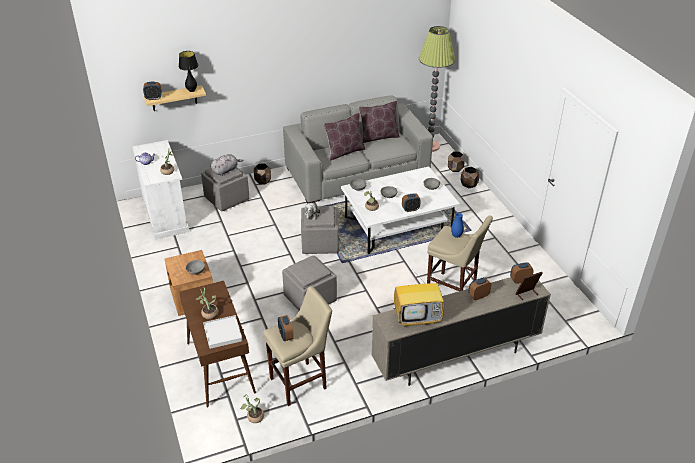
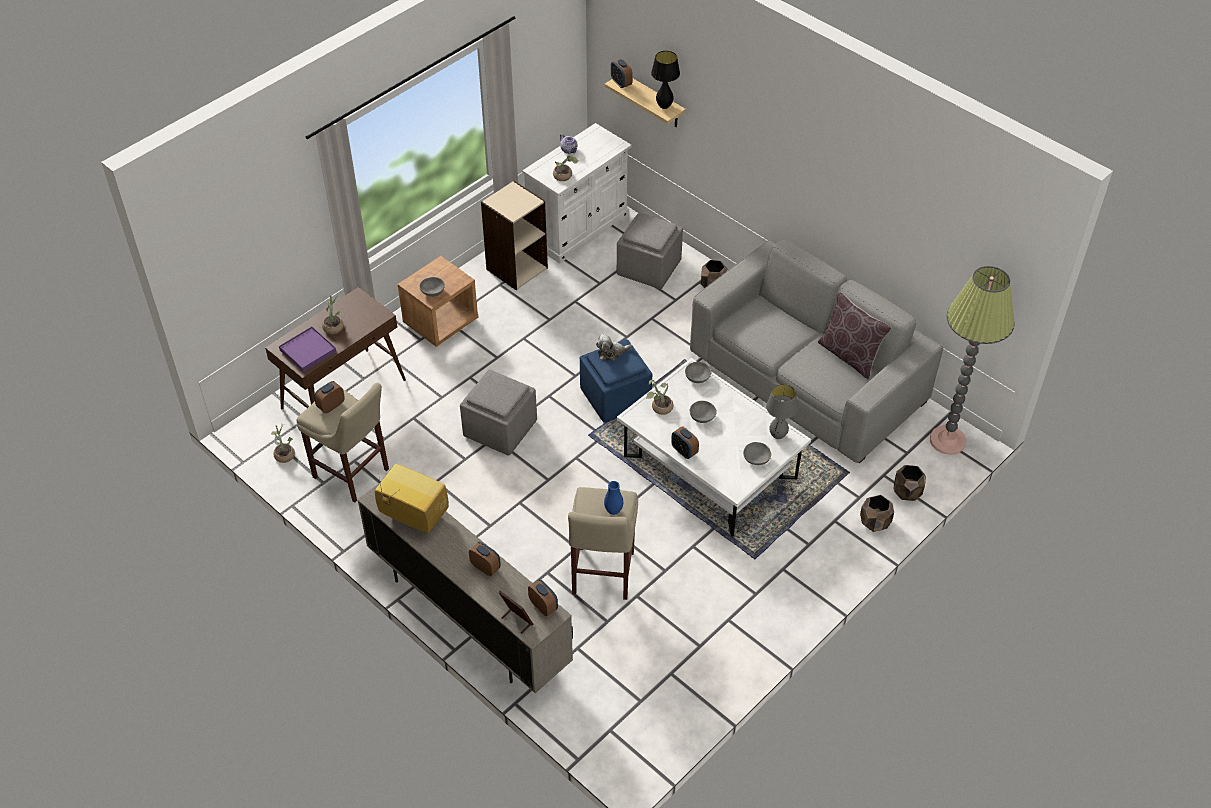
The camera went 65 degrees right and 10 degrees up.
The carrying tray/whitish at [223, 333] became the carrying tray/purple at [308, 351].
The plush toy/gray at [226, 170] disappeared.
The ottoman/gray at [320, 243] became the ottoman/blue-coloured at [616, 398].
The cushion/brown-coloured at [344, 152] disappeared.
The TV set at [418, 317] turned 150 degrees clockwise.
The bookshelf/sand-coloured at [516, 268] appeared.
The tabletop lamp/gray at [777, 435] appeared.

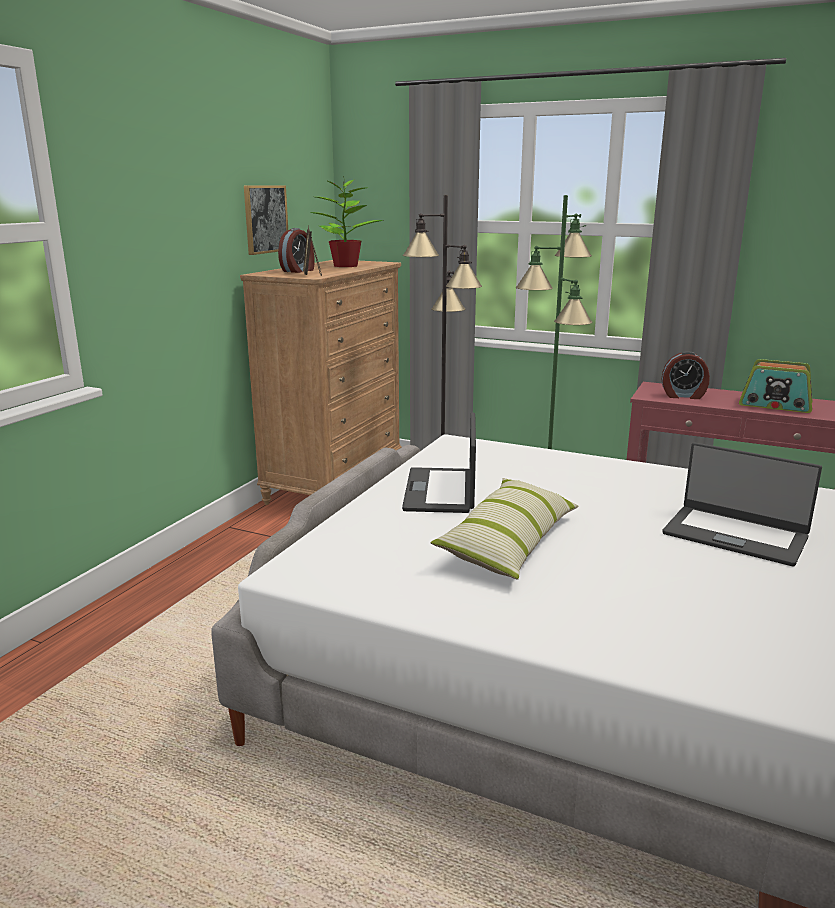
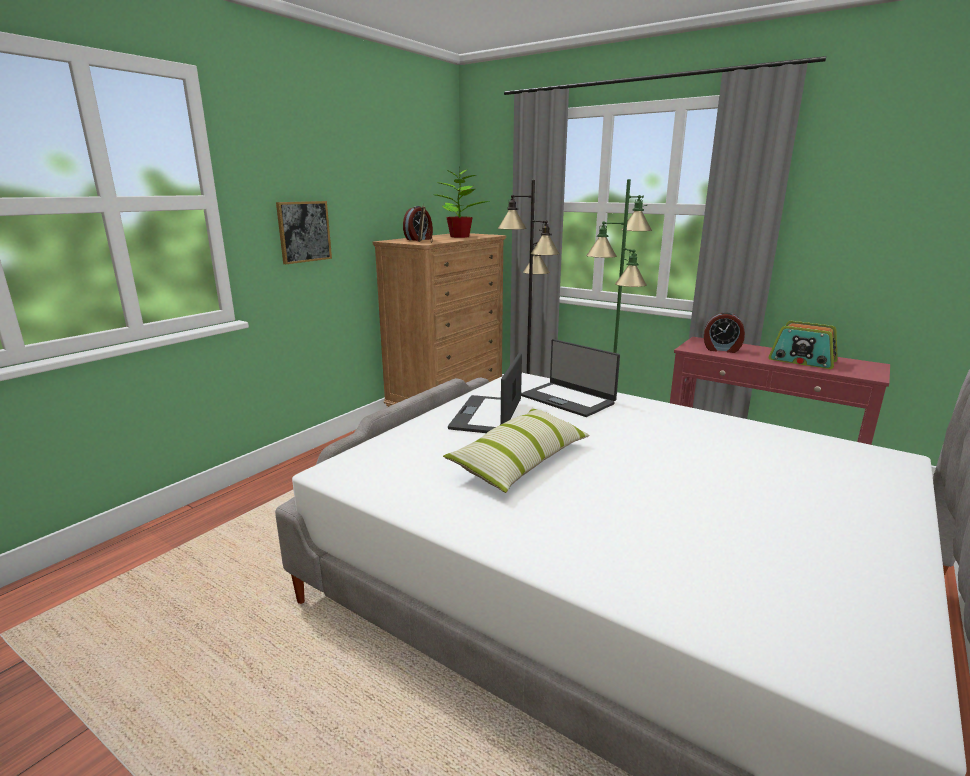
The camera went 10 degrees right and 0 degrees up.
The wall picture moved from [265, 219] to [304, 231].
The portable computer moved from [735, 535] to [568, 399].

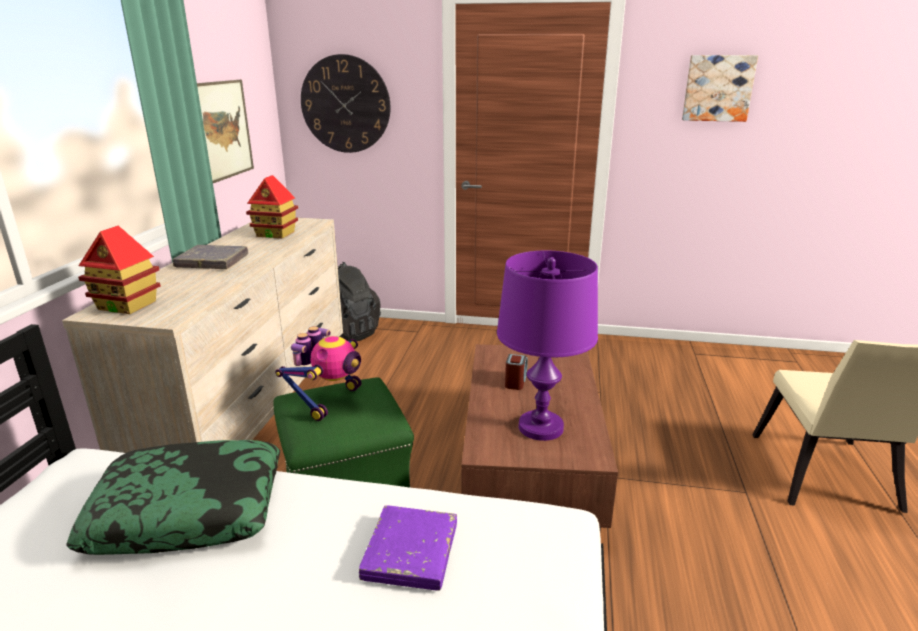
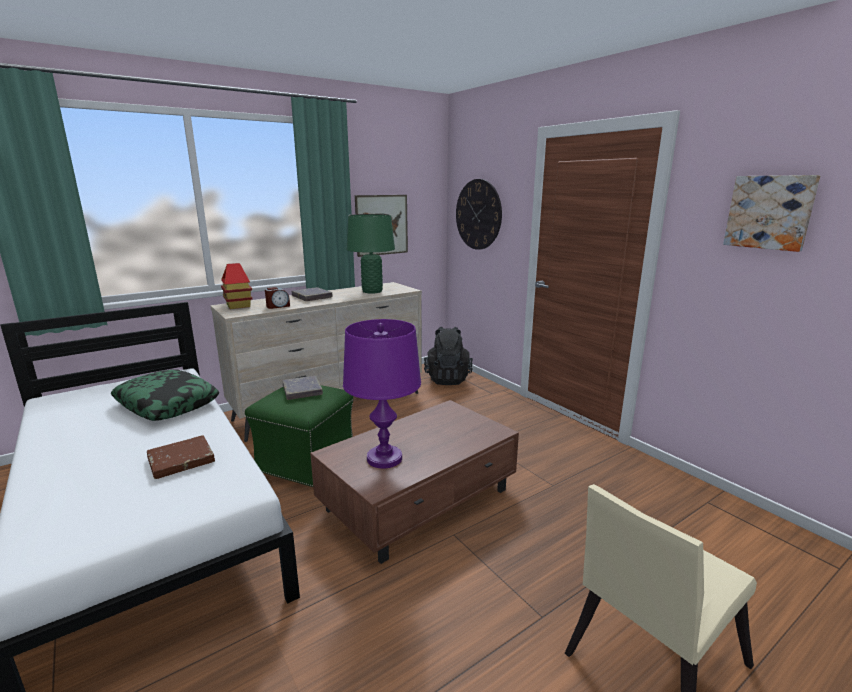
The camera went 45 degrees right and 5 degrees down.
The toy house at [276, 234] was replaced by the tabletop lamp/greenish at [372, 291].
The model robot at [329, 400] was replaced by the volume/gray at [302, 390].
The volume/purple at [410, 552] became the volume/brown-coloured at [181, 460].
The bedside clock moved from [515, 381] to [278, 306].

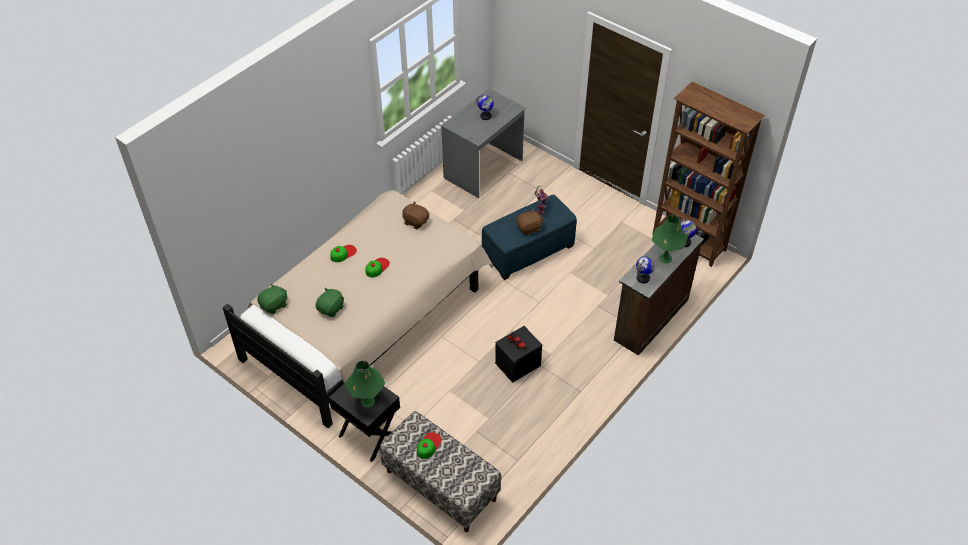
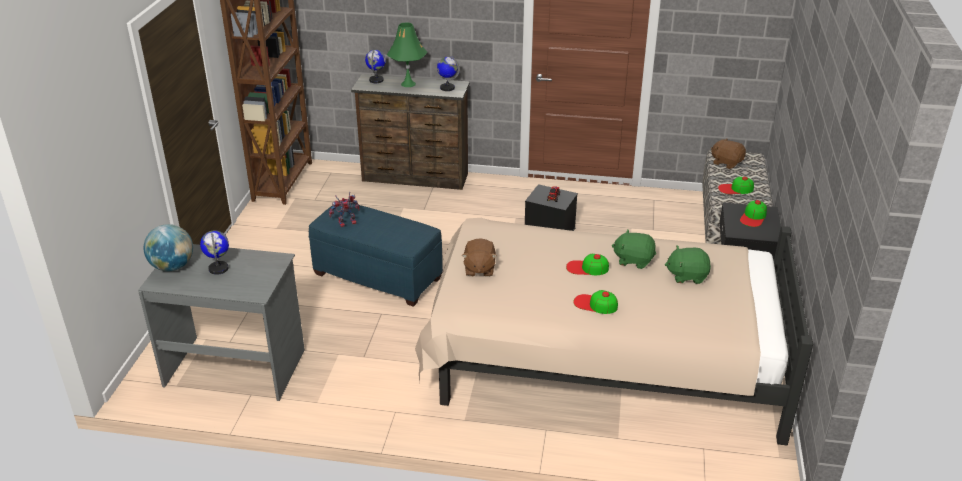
The camera went 120 degrees left and 15 degrees down.
The plush toy/greenish moved from [274, 305] to [633, 260].
The tabletop lamp/greenish at [367, 401] was replaced by the cap at [753, 217].
The plush toy/brown-coloured moved from [529, 228] to [726, 163].
The desk globe at [172, 267] appeared.

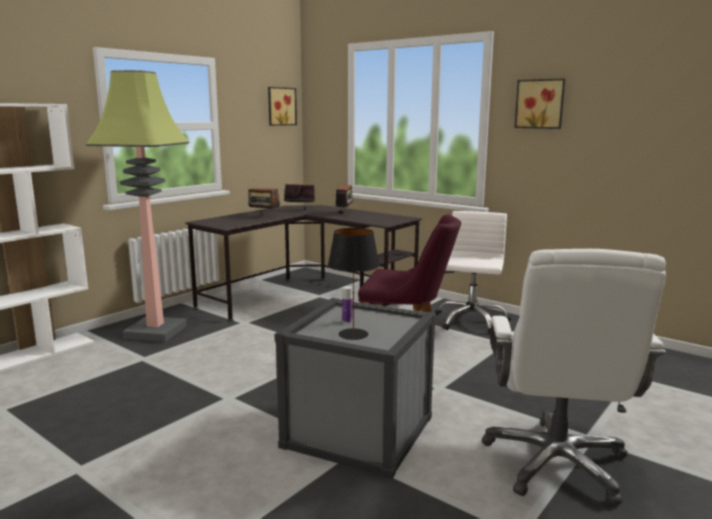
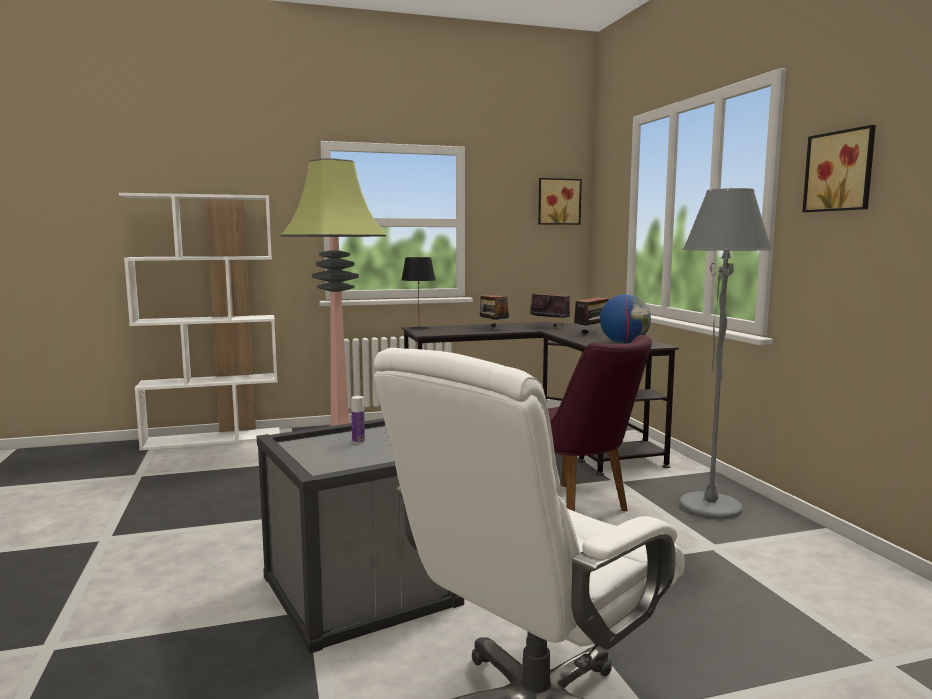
The camera went 35 degrees right and 5 degrees down.
The tabletop lamp/black-coloured moved from [352, 334] to [418, 328].
The computer chair/whitish at [471, 321] was replaced by the standing lamp/gray at [711, 507].
The desk globe at [624, 343] appeared.

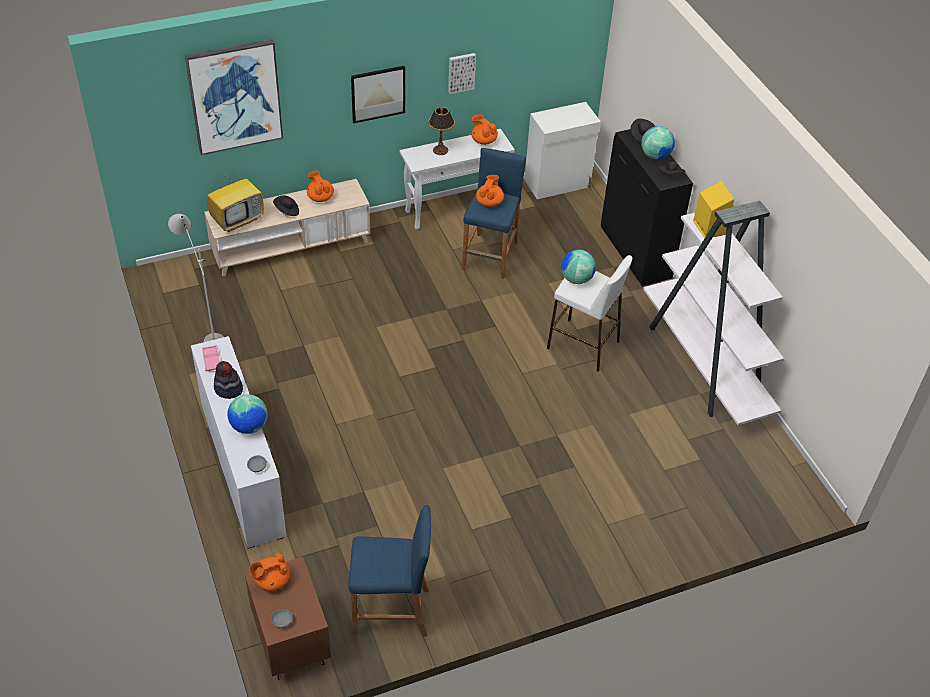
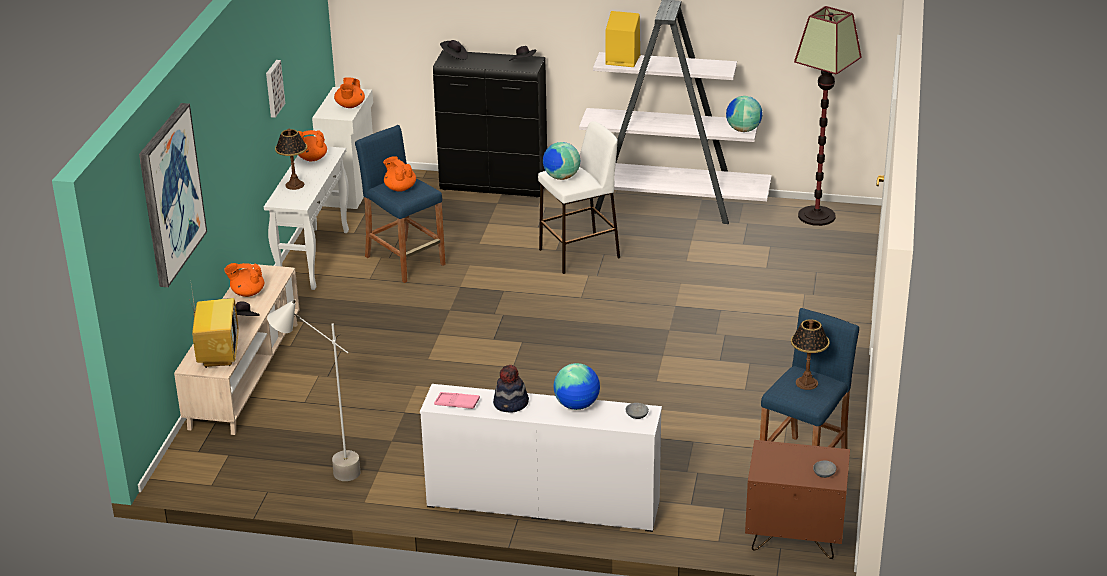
The camera went 55 degrees left and 15 degrees down.
The teapot/orange moved from [271, 580] to [350, 106].
The wall picture at [378, 93] disappeared.
The desk globe moved from [655, 155] to [743, 130].
The tabletop lamp at [806, 383] appeared.
The standing lamp at [816, 216] appeared.

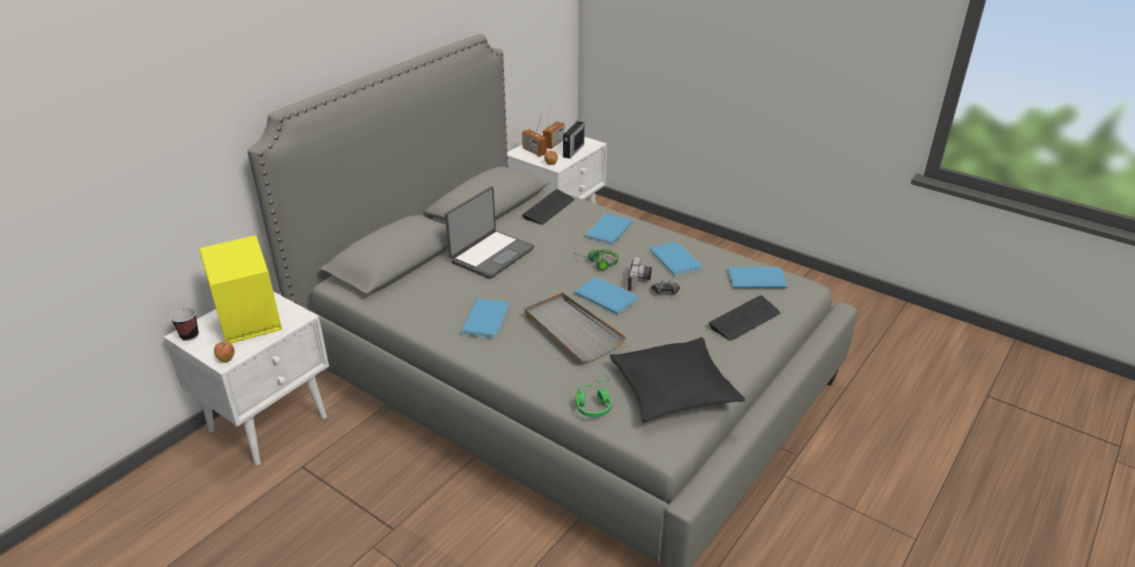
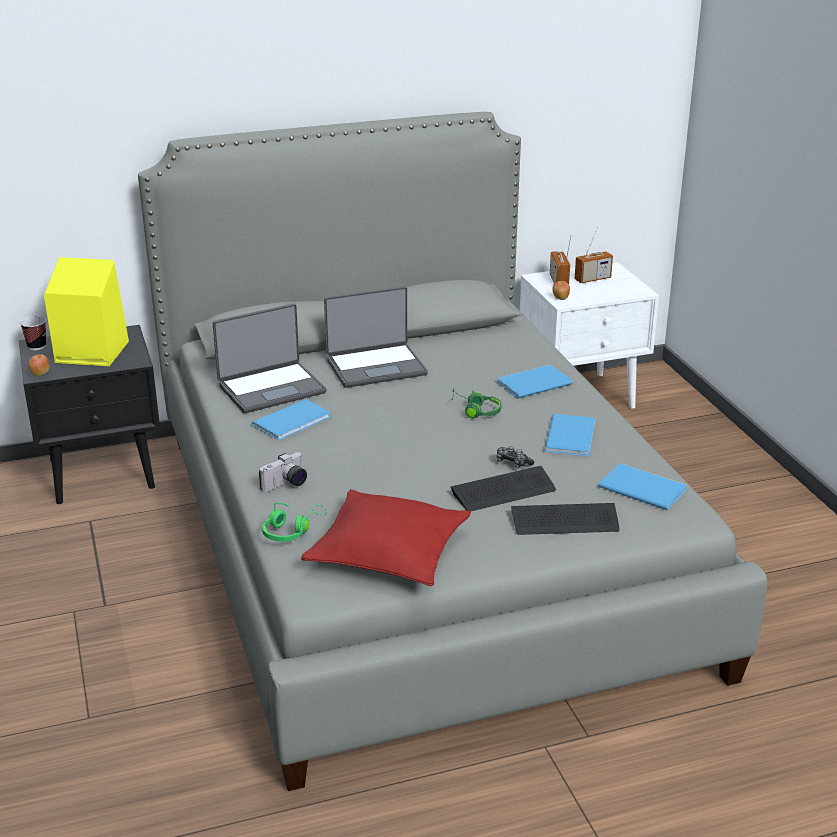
The camera went 35 degrees right and 5 degrees down.
The bedside table/whitish at [270, 422] became the bedside table/black-coloured at [104, 474].
The PC keyboard moved from [549, 208] to [503, 491].
The carrying tray/gray at [572, 330] disappeared.
The radio receiver at [573, 151] disappeared.
The volume/blue-coloured at [606, 295] disappeared.
The cushion/black-coloured at [673, 389] became the cushion/red at [388, 552].
The photo camera moved from [639, 281] to [286, 484].
The portable computer at [271, 388] appeared.

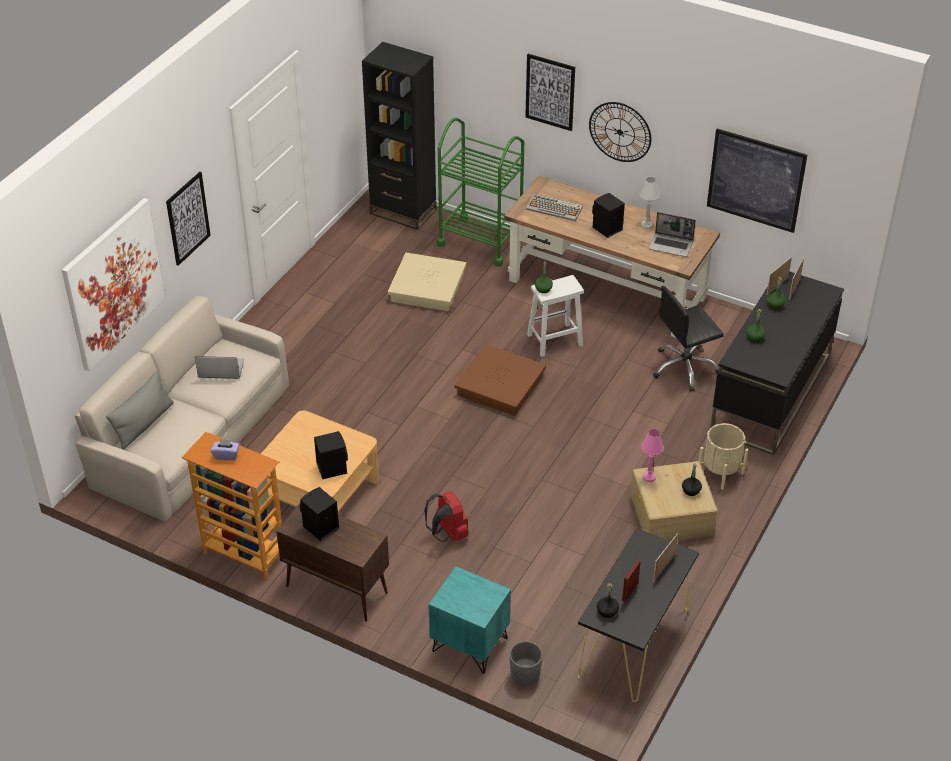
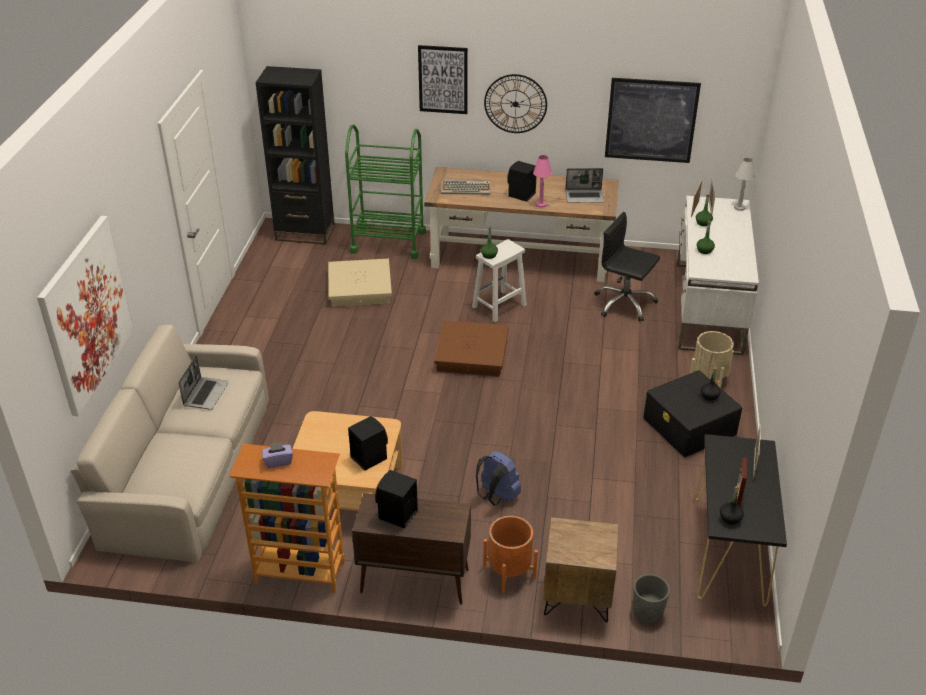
The camera went 20 degrees left and 5 degrees down.
The cushion/gray at [144, 424] disappeared.
The wall picture at [188, 218] disappeared.
The portable computer at [220, 370] turned 120 degrees clockwise.
The knapsack/red at [448, 534] became the knapsack/blue-coloured at [496, 496].
The bedside table/turquoise-coloured at [469, 645] became the bedside table/brown-coloured at [577, 597].
The storage container/sand-coloured at [671, 515] became the storage container/black-coloured at [690, 426].
The tabletop lamp/whitish moved from [646, 225] to [739, 207].
The tabletop lamp/pinkish moved from [649, 477] to [540, 204].
The computer chair/black-coloured at [684, 368] turned 75 degrees clockwise.
The desk unit/black-coloured at [770, 394] became the desk unit/whitish at [708, 308].
The flower pot/orange at [509, 572] appeared.

